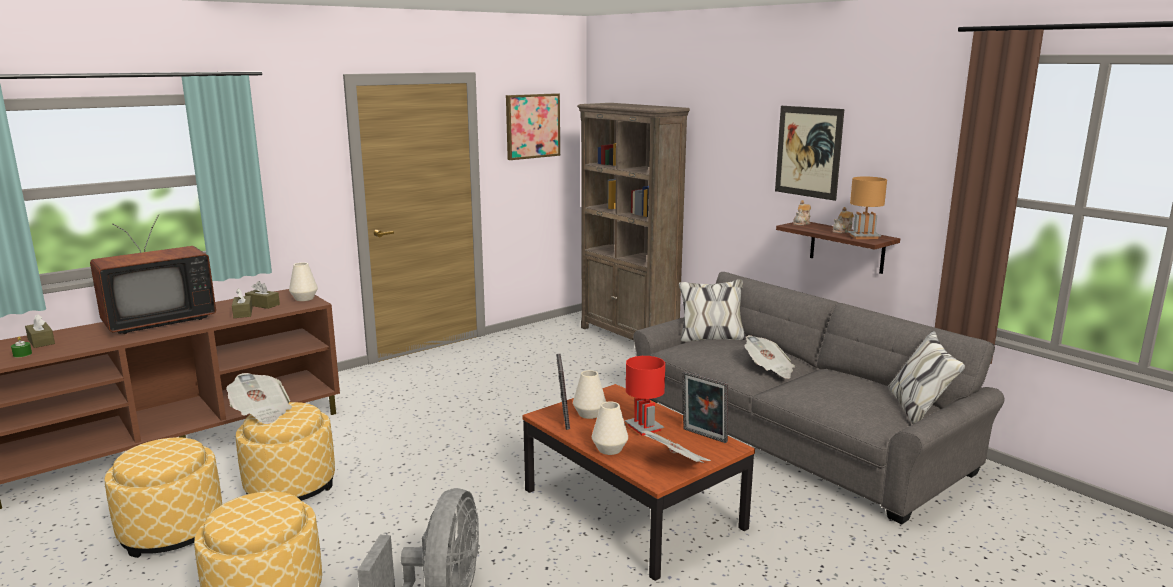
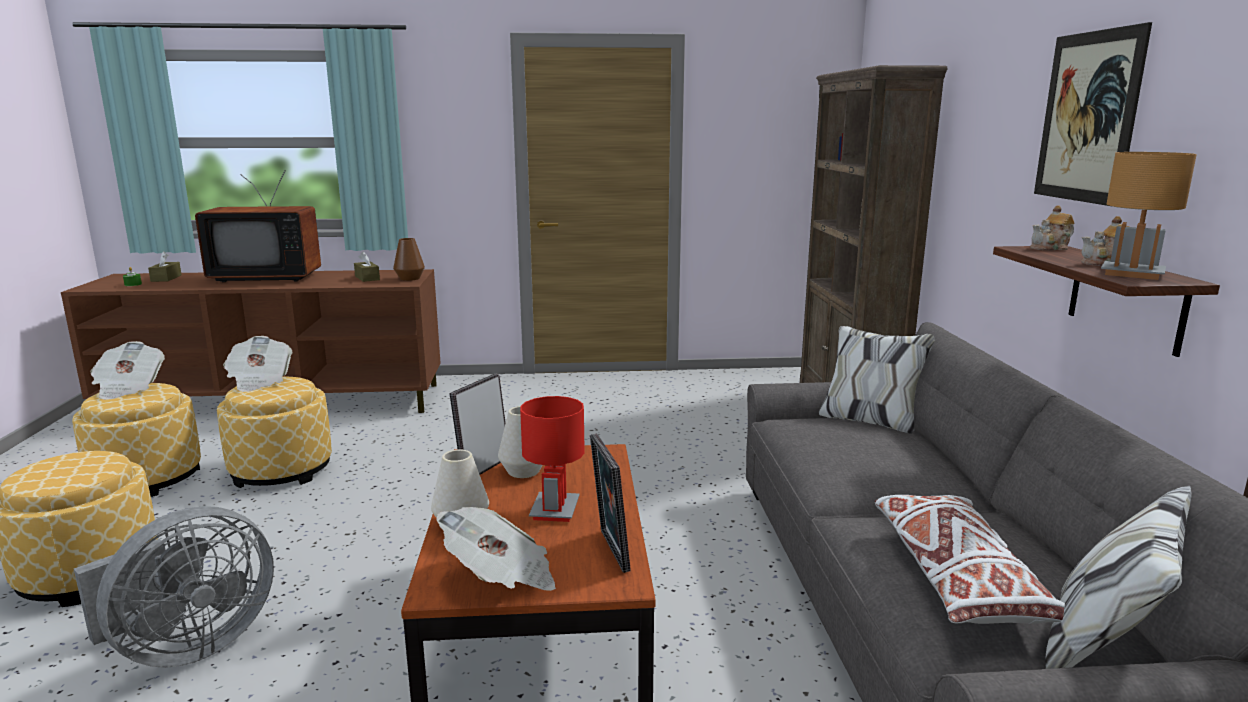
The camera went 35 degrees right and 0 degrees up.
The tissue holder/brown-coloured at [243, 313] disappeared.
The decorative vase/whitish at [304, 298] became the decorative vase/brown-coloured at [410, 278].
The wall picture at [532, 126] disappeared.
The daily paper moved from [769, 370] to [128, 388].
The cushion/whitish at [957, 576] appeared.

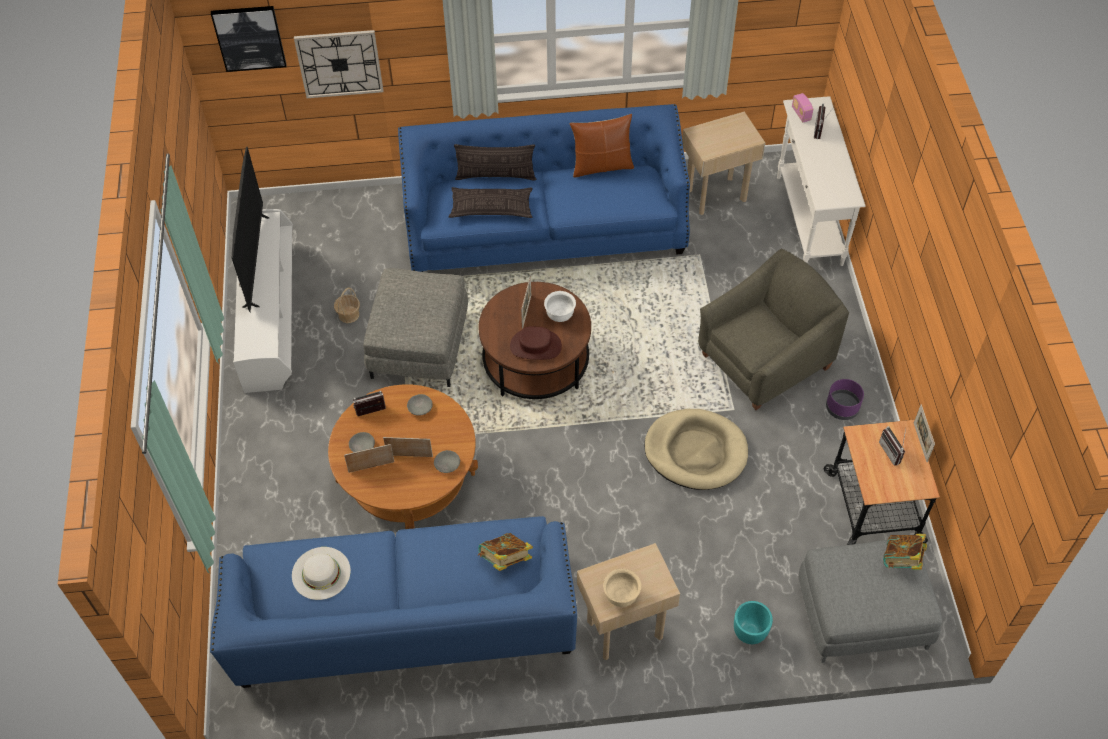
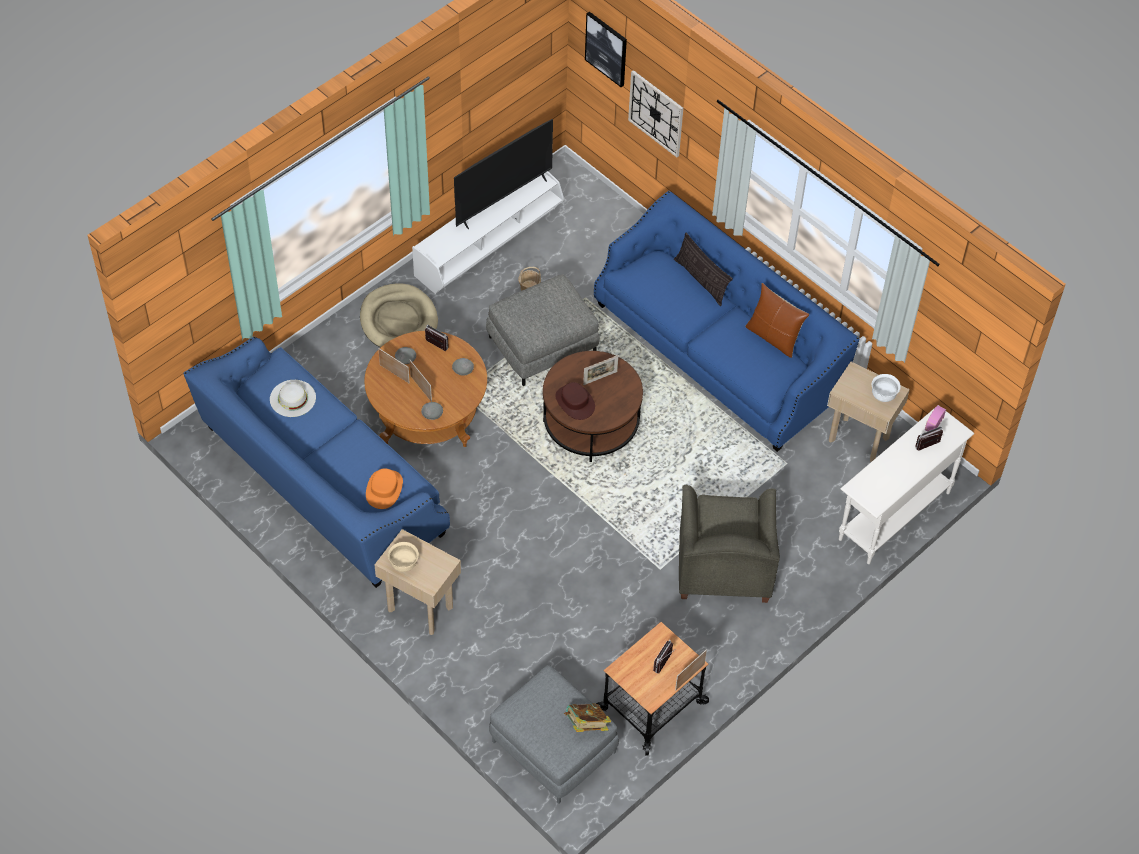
The camera went 50 degrees right and 0 degrees up.
The cushion at [491, 207] disappeared.
The volume at [505, 560] was replaced by the clothing hat/orange at [384, 489].
The bowl/whitish moved from [560, 315] to [883, 395].
The pet bed/sand-coloured moved from [695, 451] to [398, 320].
The armchair/gray at [764, 360] turned 75 degrees clockwise.
The flower pot/turquoise-coloured at [750, 632] disappeared.
The flower pot/purple at [842, 407] disappeared.

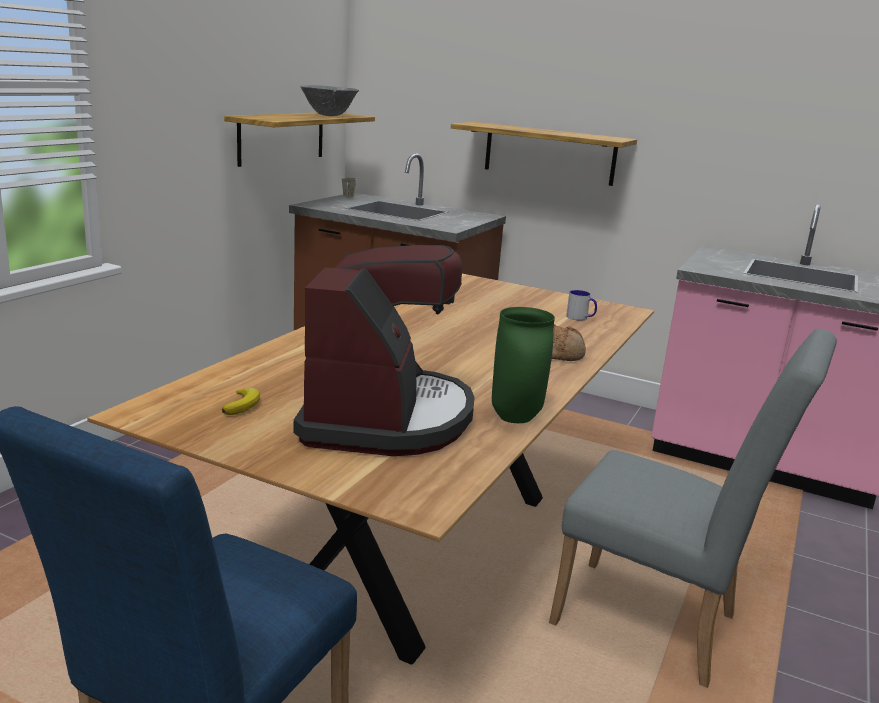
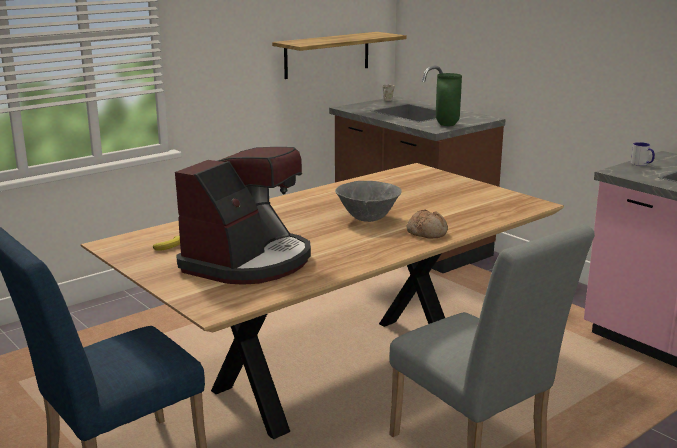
The camera went 25 degrees right and 0 degrees up.
The bowl/gray moved from [329, 115] to [368, 219].
The bracket shelf at [549, 153] disappeared.
The decorative vase/greenish moved from [514, 418] to [446, 124].
The coffee mug moved from [580, 318] to [642, 164].

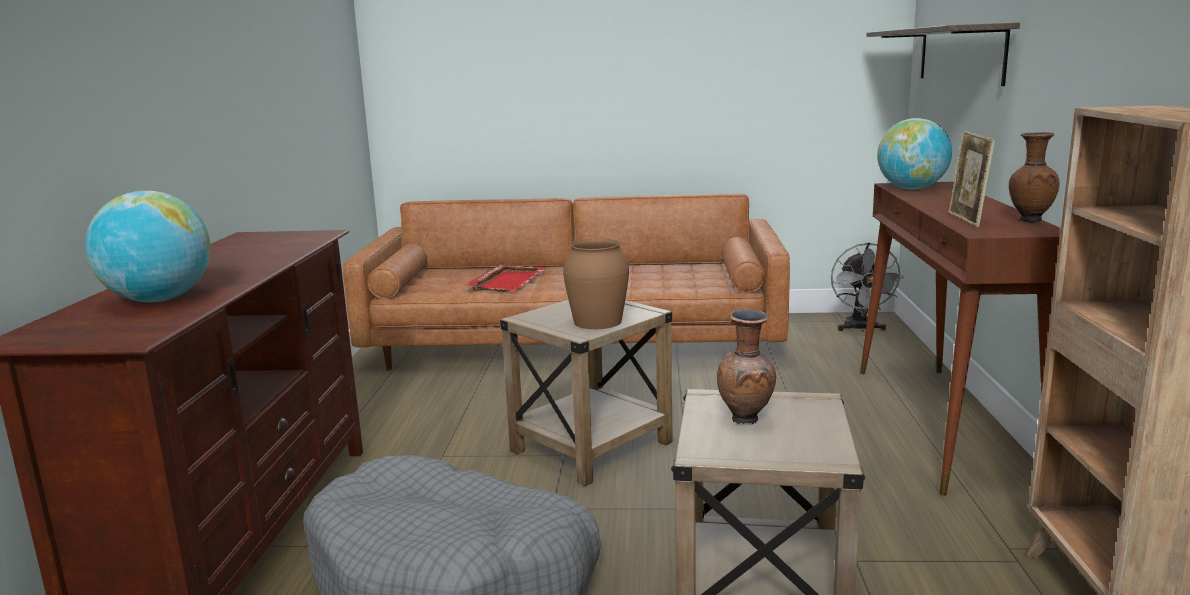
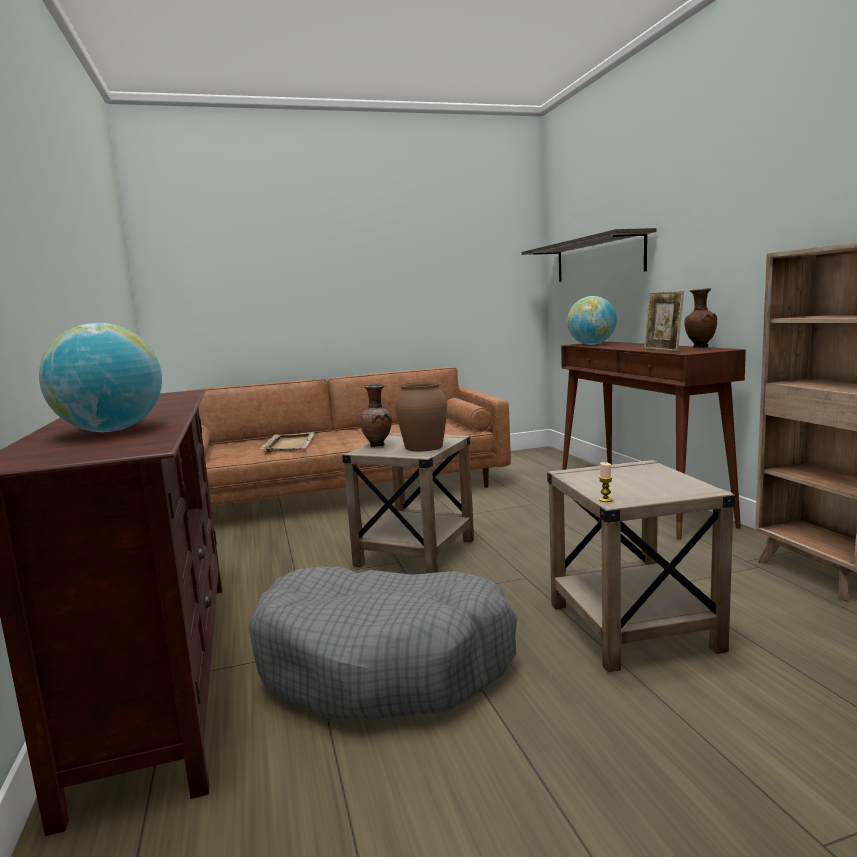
The camera went 20 degrees left and 5 degrees down.
The carrying tray/red at [507, 281] became the carrying tray/sand-coloured at [289, 444].
The decorative vase/brown-coloured moved from [746, 420] to [378, 446].
The fan/gray at [860, 329] disappeared.
The candle at [605, 500] appeared.

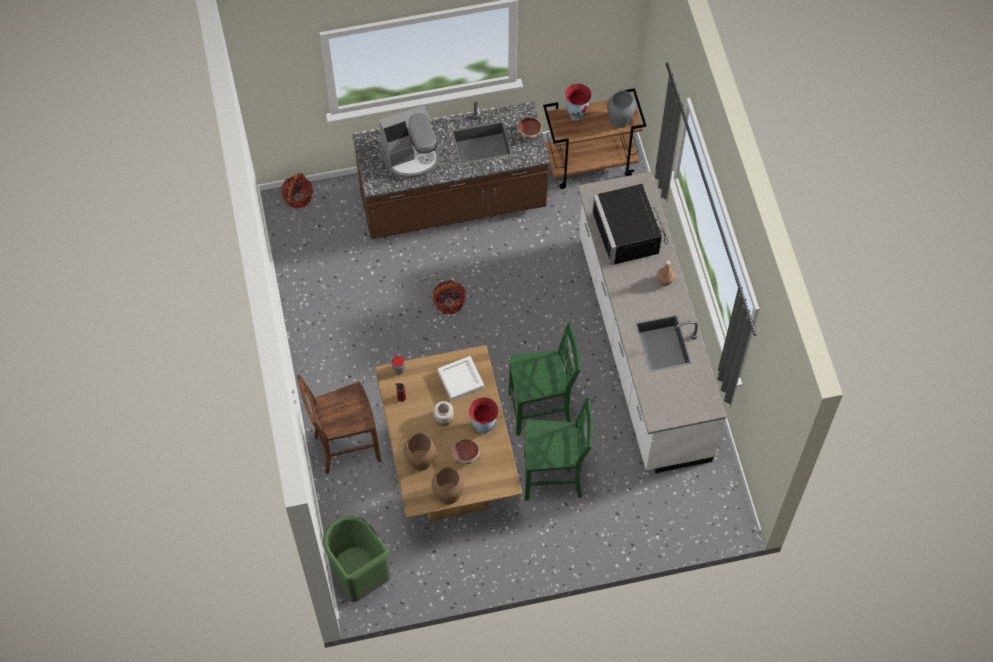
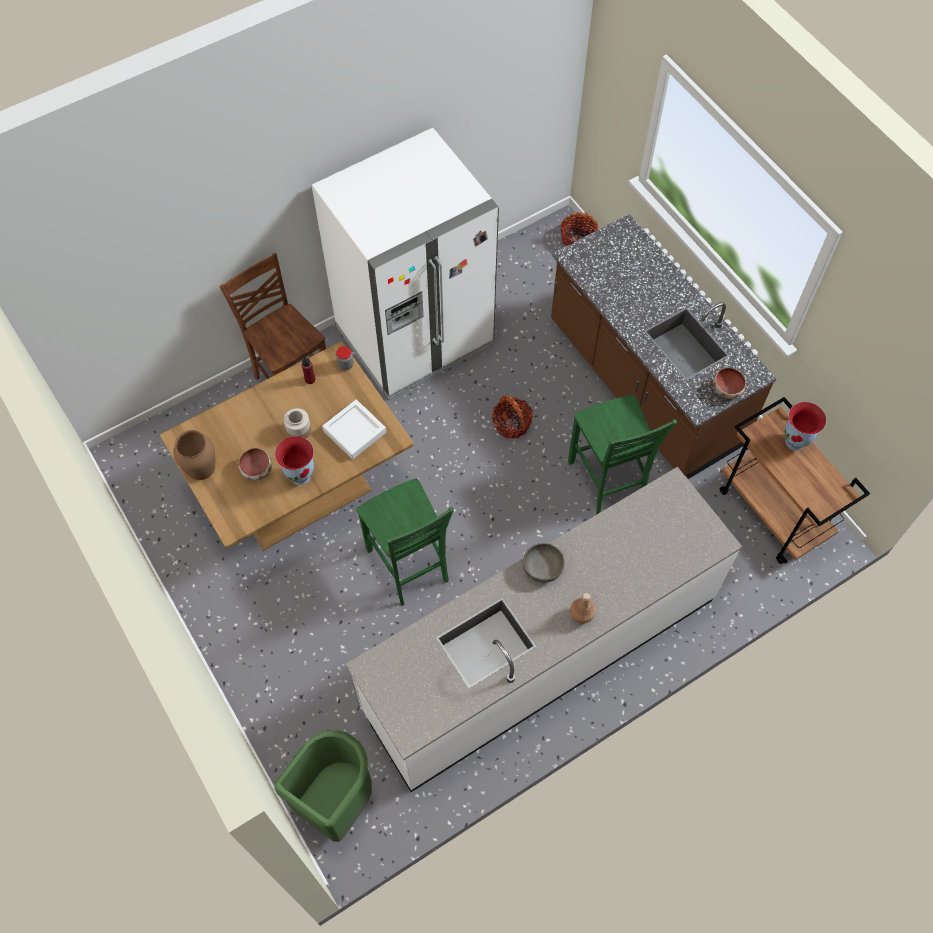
The camera went 70 degrees right and 0 degrees up.
The rubbish bin/greenish moved from [359, 577] to [335, 801].
The coffee machine at [411, 156] disappeared.
The decorative vase/brown-coloured at [420, 460] disappeared.
The plain chair/greenish moved from [554, 478] to [607, 483].
The microwave/black-coloured at [630, 233] disappeared.
The decorative vase/gray at [619, 119] disappeared.
The kitchen fridge/whitish at [414, 336] appeared.
The bowl/gray at [542, 568] appeared.

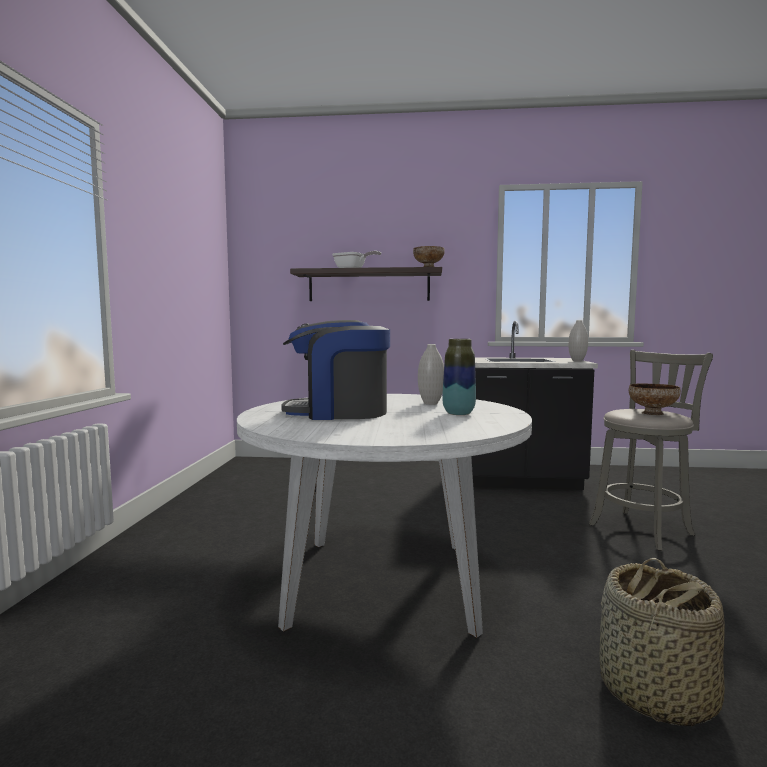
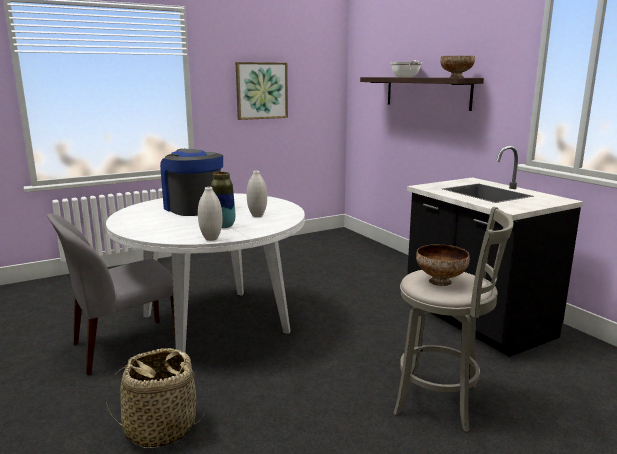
The camera went 55 degrees right and 10 degrees up.
The decorative vase/whitish moved from [577, 361] to [211, 239].
The plain chair/gray at [123, 346] appeared.
The wall picture at [261, 90] appeared.

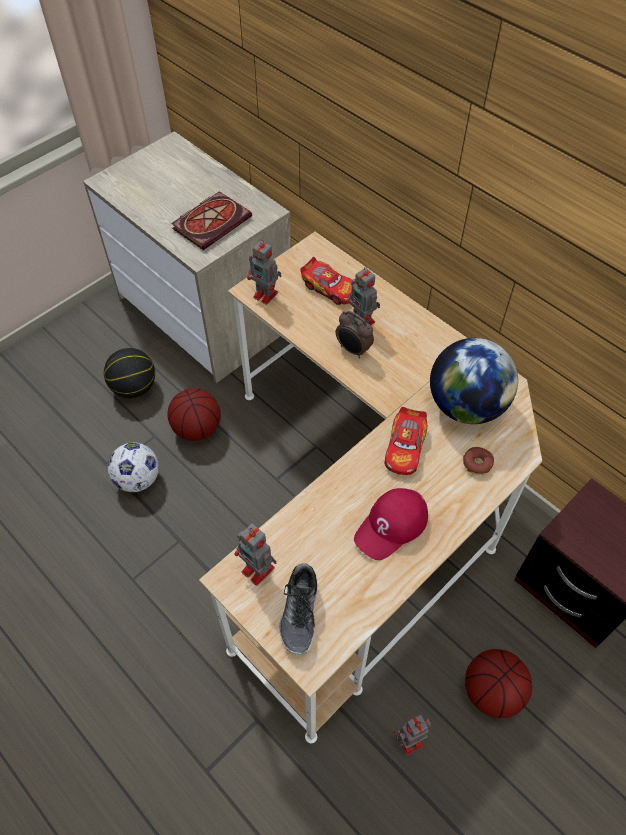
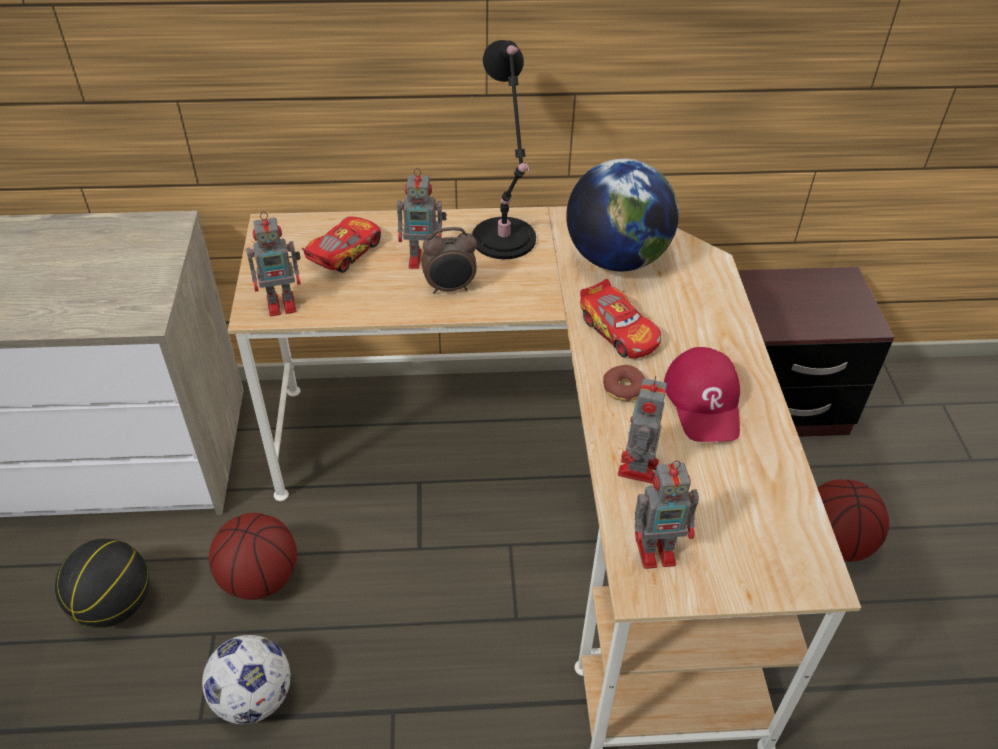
The camera went 50 degrees left and 10 degrees down.
The volume at [212, 221] disappeared.
The item of footwear at [300, 612] disappeared.
The model car at [329, 288] turned 45 degrees counterclockwise.
The model robot moved from [408, 740] to [637, 469].
The donut moved from [477, 463] to [623, 388].
The tabletop lamp/black-coloured at [504, 242] appeared.

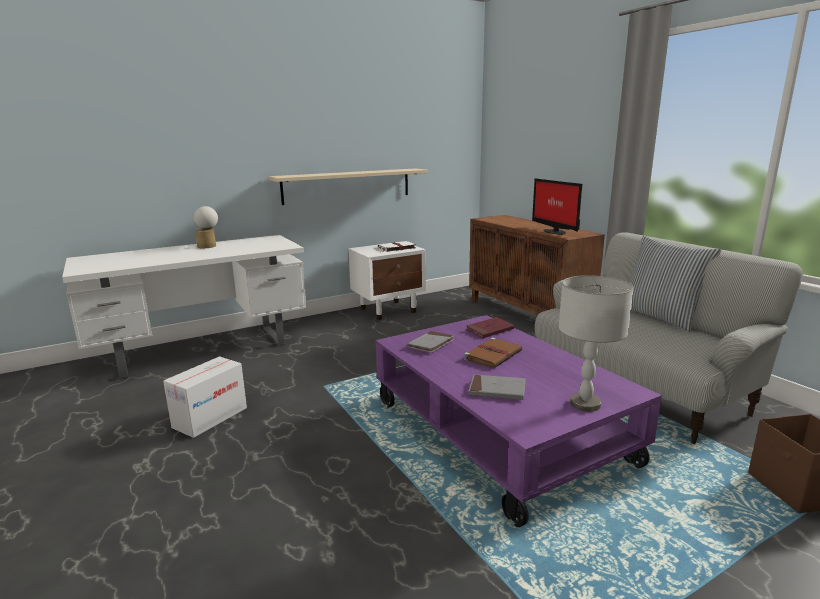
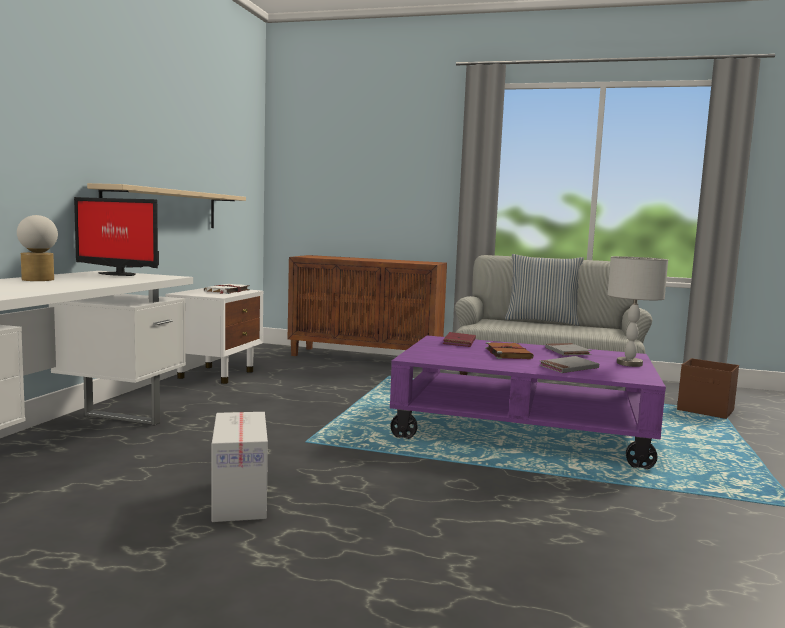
The camera went 45 degrees left and 10 degrees down.
The volume/gray moved from [431, 344] to [567, 352].
The monitor moved from [554, 231] to [117, 274].

